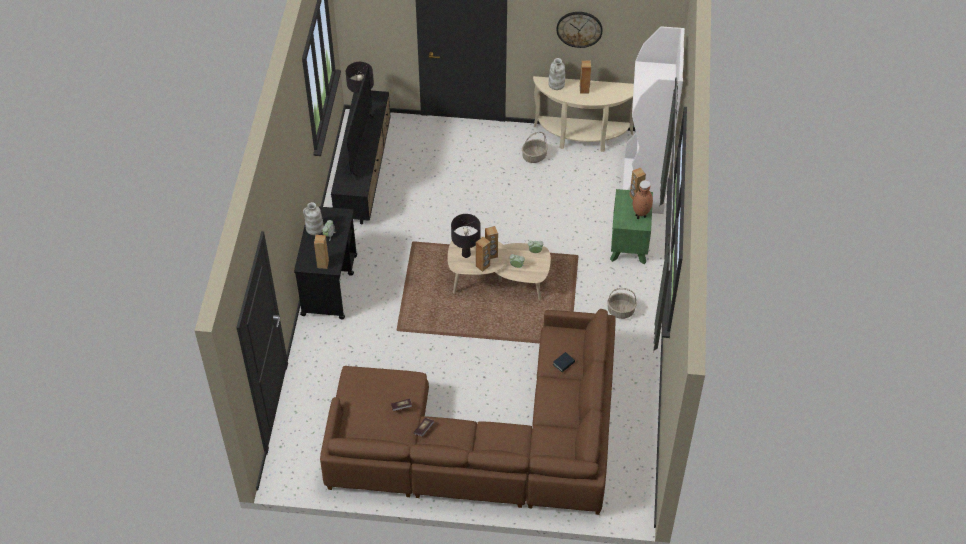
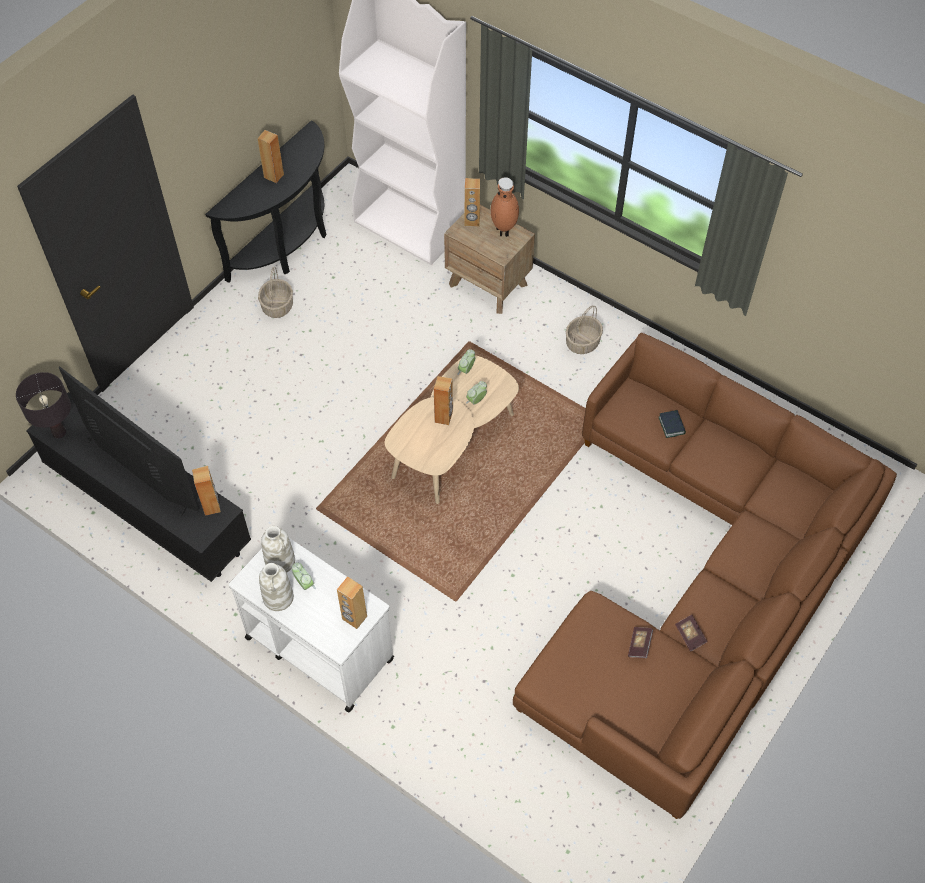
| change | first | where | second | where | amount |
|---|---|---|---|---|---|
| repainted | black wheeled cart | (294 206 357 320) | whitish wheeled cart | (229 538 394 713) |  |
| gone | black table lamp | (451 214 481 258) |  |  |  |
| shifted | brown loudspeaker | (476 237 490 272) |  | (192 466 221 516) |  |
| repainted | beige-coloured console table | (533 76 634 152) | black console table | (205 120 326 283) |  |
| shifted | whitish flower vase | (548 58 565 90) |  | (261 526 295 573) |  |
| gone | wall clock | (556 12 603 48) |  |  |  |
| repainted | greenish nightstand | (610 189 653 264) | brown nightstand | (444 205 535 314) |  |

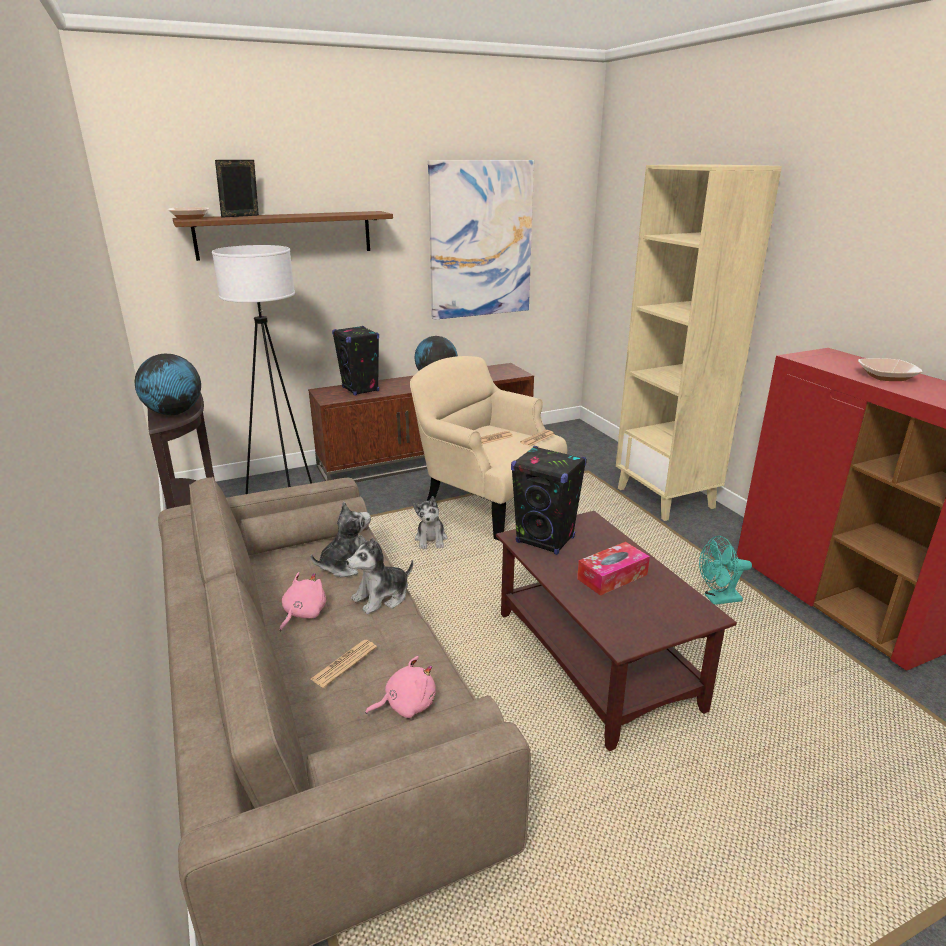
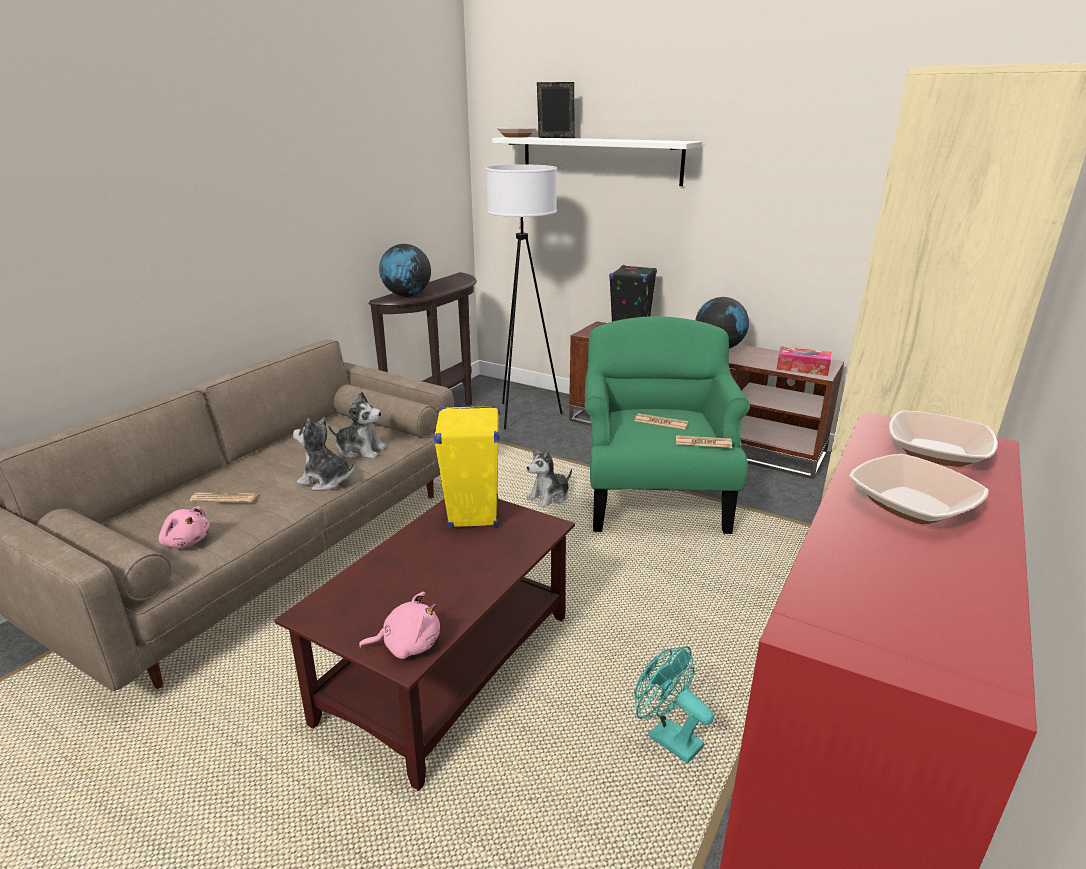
| change | first | where | second | where | amount |
|---|---|---|---|---|---|
| repainted | brown bracket shelf | (172 211 393 261) | whitish bracket shelf | (492 137 702 186) |  |
| shifted | pink cuddly toy | (280 572 326 632) |  | (359 592 440 659) |  |
| repainted | beige-coloured lounge chair | (410 356 567 541) | greenish lounge chair | (584 316 750 534) |  |
| gone | wall picture | (428 160 534 320) |  |  |  |
| repainted | black loudspeaker | (511 446 587 555) | yellow loudspeaker | (433 405 500 528) |  |
| shifted | tissue holder | (577 542 650 596) |  | (776 346 831 376) |  |
| new |  |  | serving bowl | (889 411 998 467) |  |

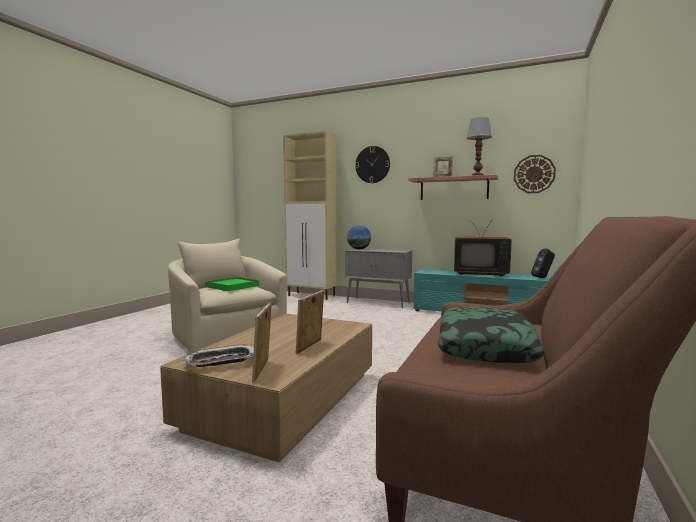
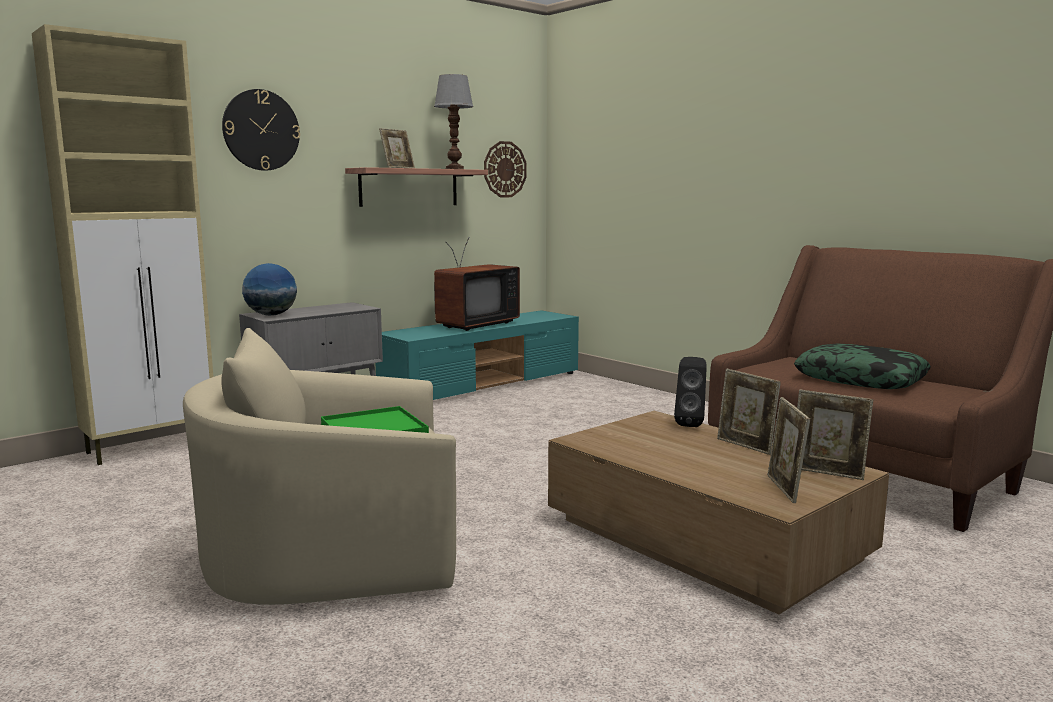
| change | first | where | second | where | amount |
|---|---|---|---|---|---|
| swapped | tray | (183 344 254 367) | photo frame | (767 397 810 503) |  |
| shifted | black loudspeaker | (531 248 555 278) |  | (674 357 707 427) |  |

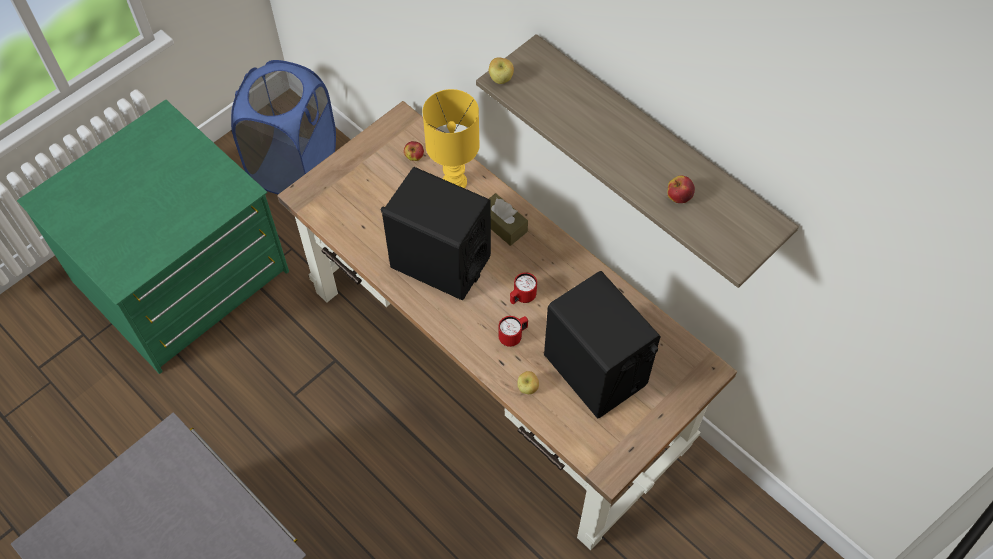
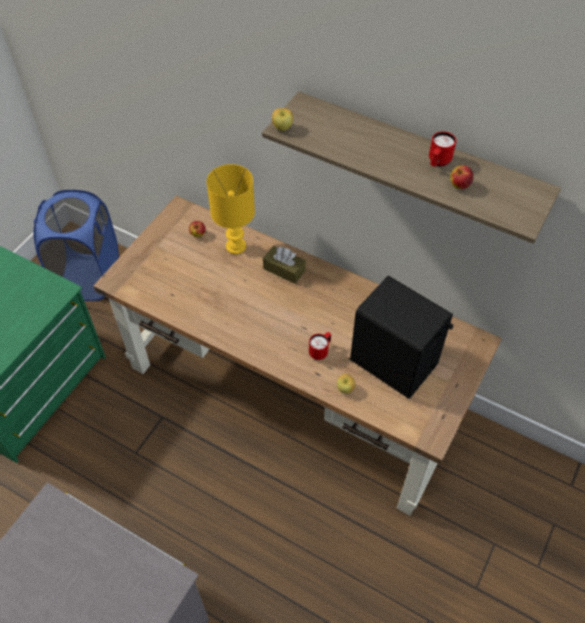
| change | first | where | second | where | amount |
|---|---|---|---|---|---|
| gone | black loudspeaker | (381 167 491 300) |  |  |  |
| shifted | reddish coffee mug | (510 272 537 304) |  | (429 132 456 167) |  |

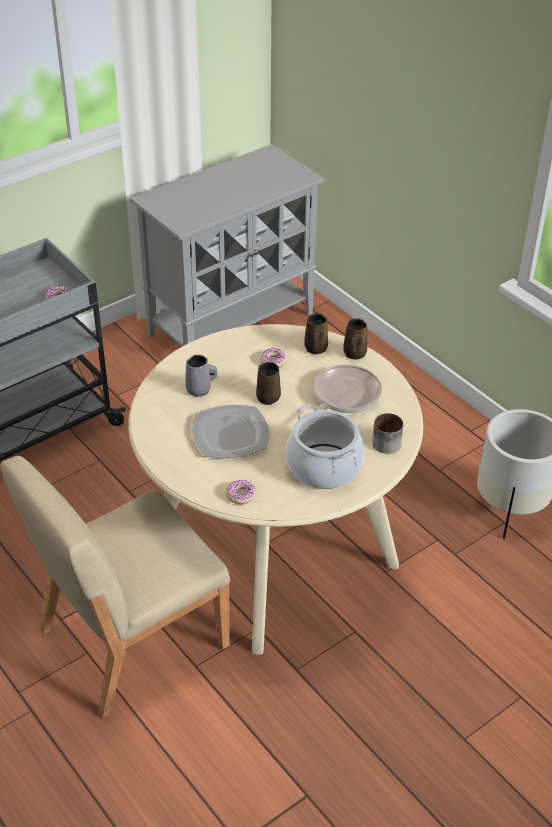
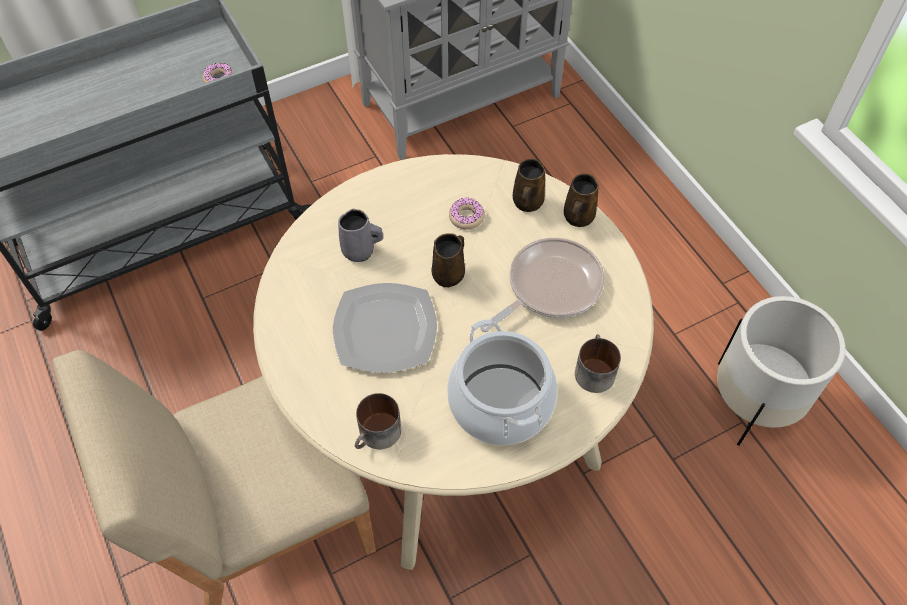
| change | first | where | second | where | amount |
|---|---|---|---|---|---|
| swapped | ring doughnut | (226 480 256 504) | coffee mug | (355 393 401 449) |  |

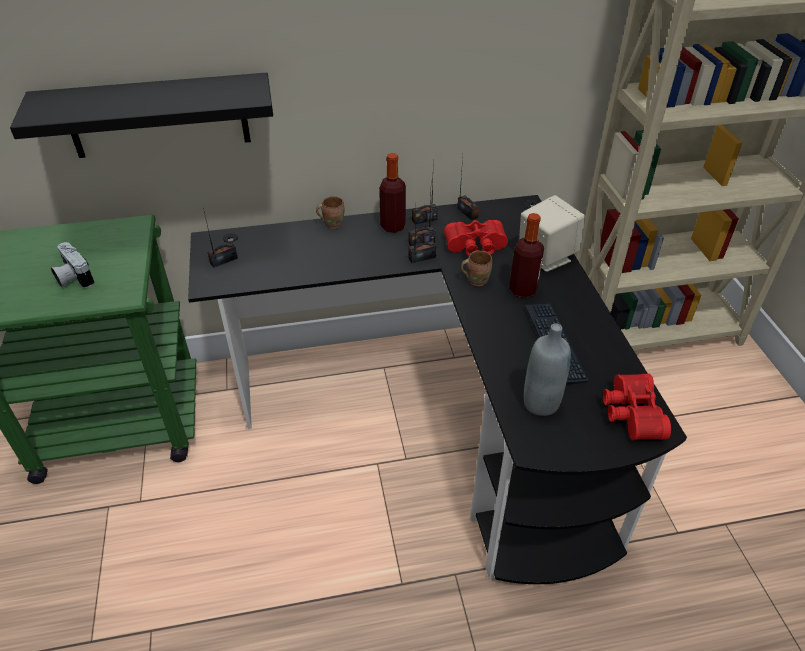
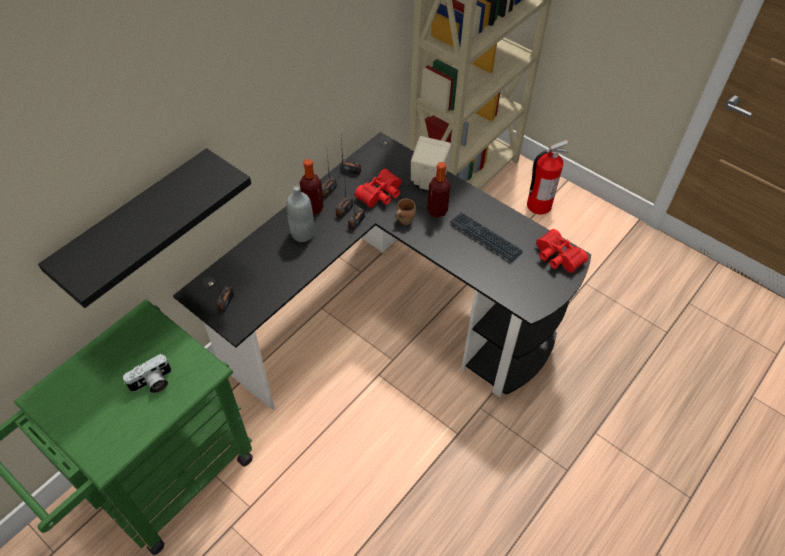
| change | first | where | second | where | amount |
|---|---|---|---|---|---|
| rotated | still camera | (51 242 95 288) |  | (123 354 171 393) | 45 degrees counterclockwise |
| gone | brown coffee mug | (316 196 344 229) |  |  |  |
| shifted | greyish bottle | (524 323 571 416) |  | (286 186 314 242) |  |
| new |  |  | extinguisher | (527 140 569 215) |  |

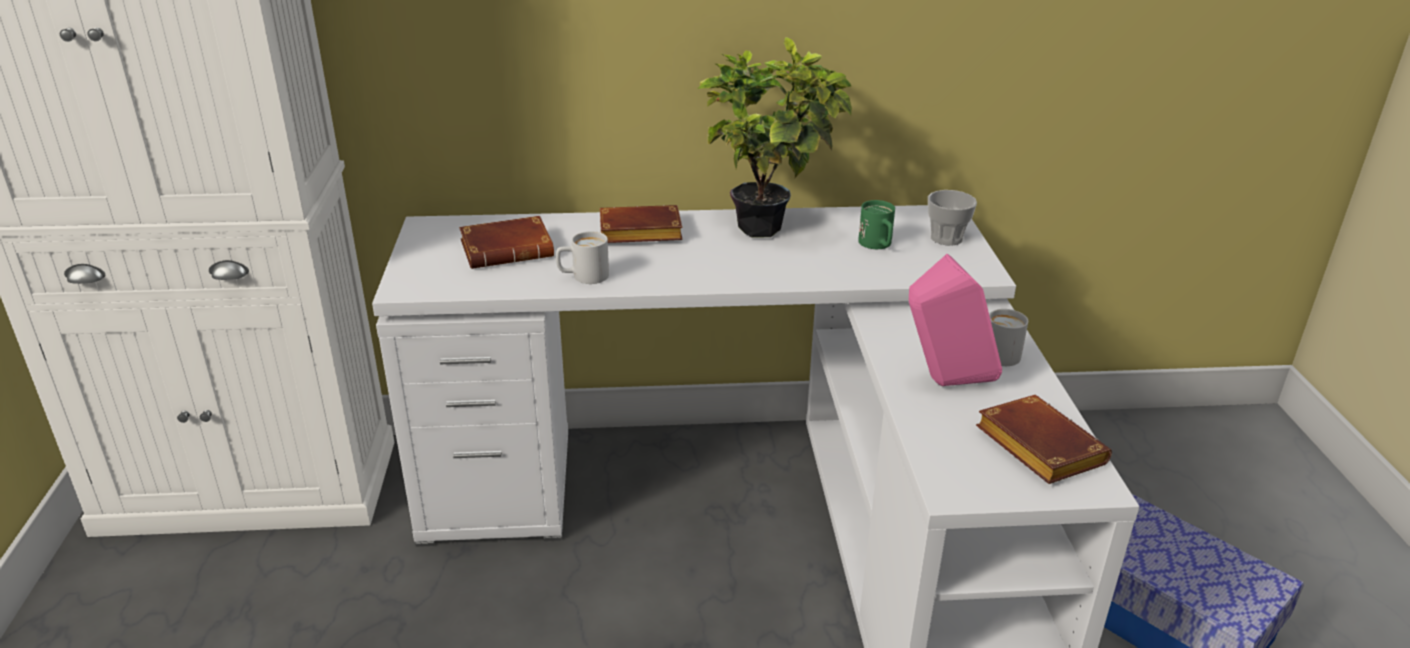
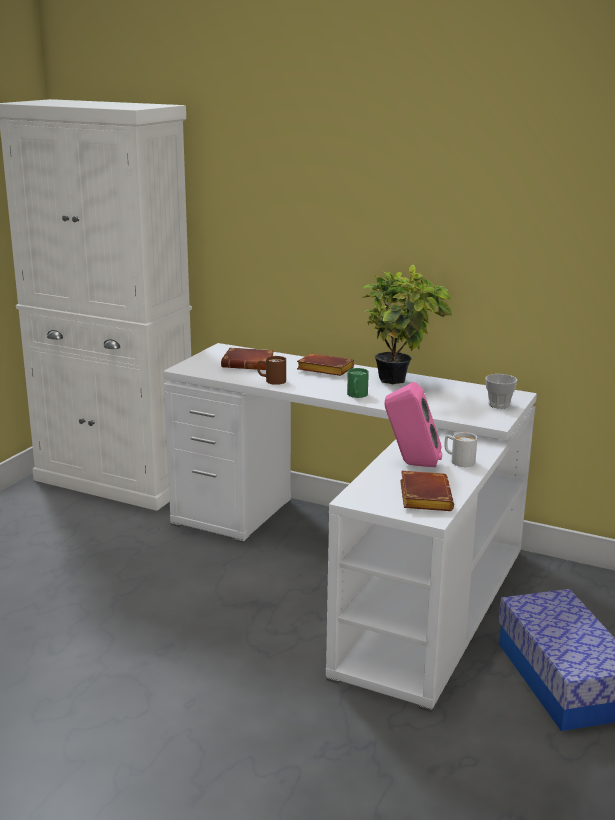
| change | first | where | second | where | amount |
|---|---|---|---|---|---|
| repainted | whitish coffee mug | (556 231 609 284) | brown coffee mug | (257 356 286 385) |  |
| shifted | greenish coffee mug | (858 200 895 249) |  | (347 368 369 398) |  |

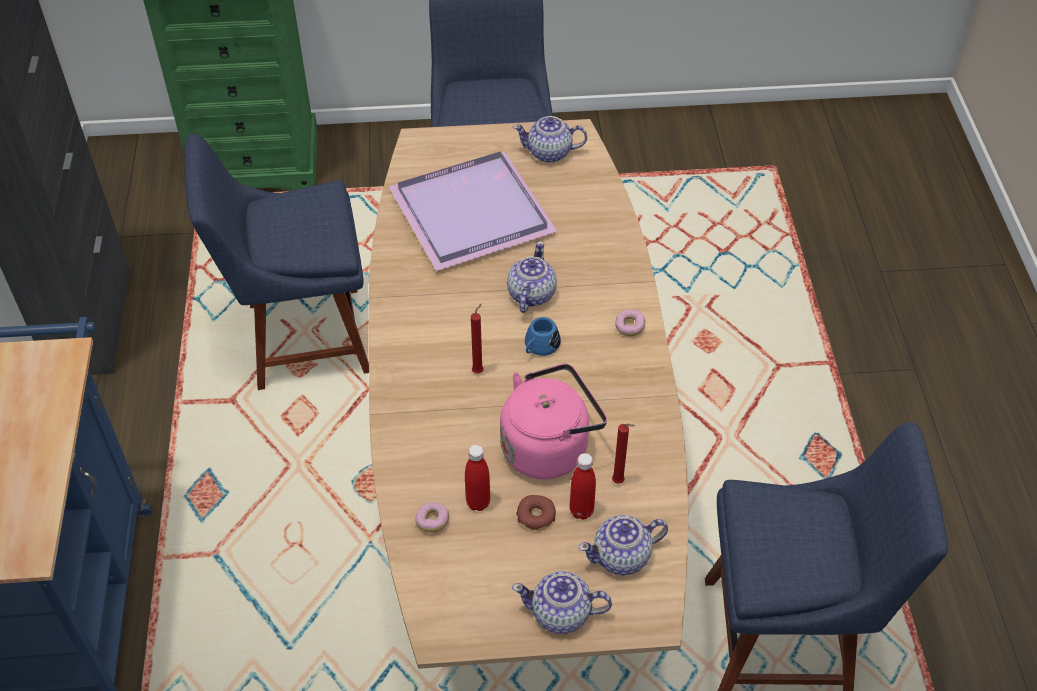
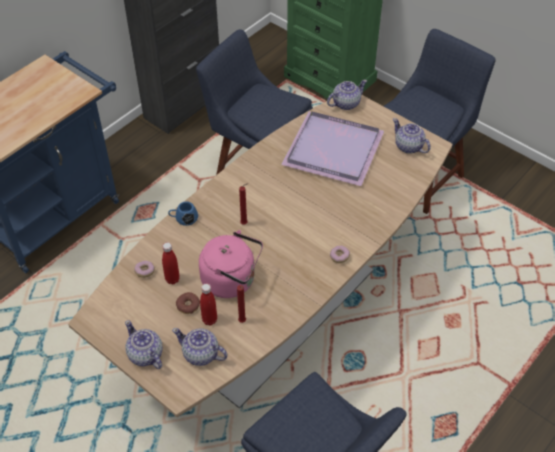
| change | first | where | second | where | amount |
|---|---|---|---|---|---|
| shifted | tea pot | (507 241 557 313) |  | (327 79 367 110) |  |
| shifted | blue coffee mug | (525 317 561 356) |  | (168 201 198 226) |  |

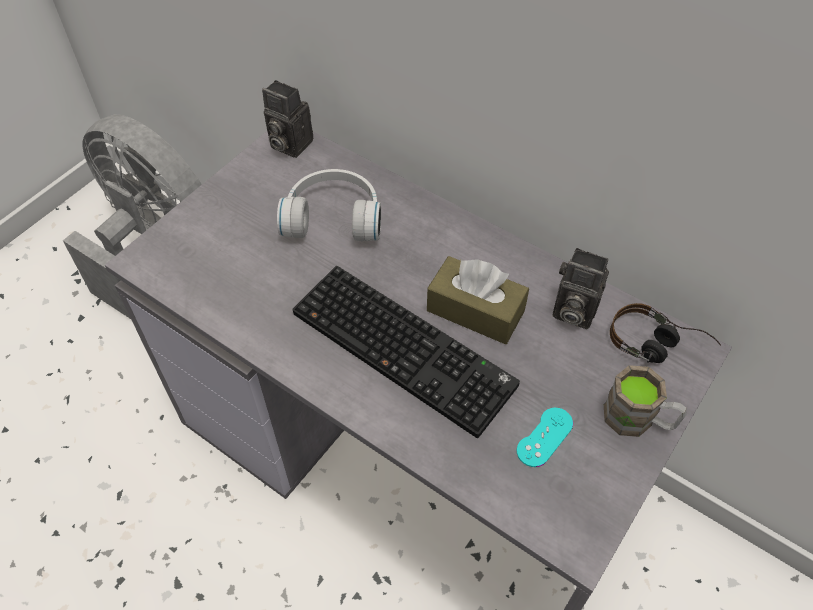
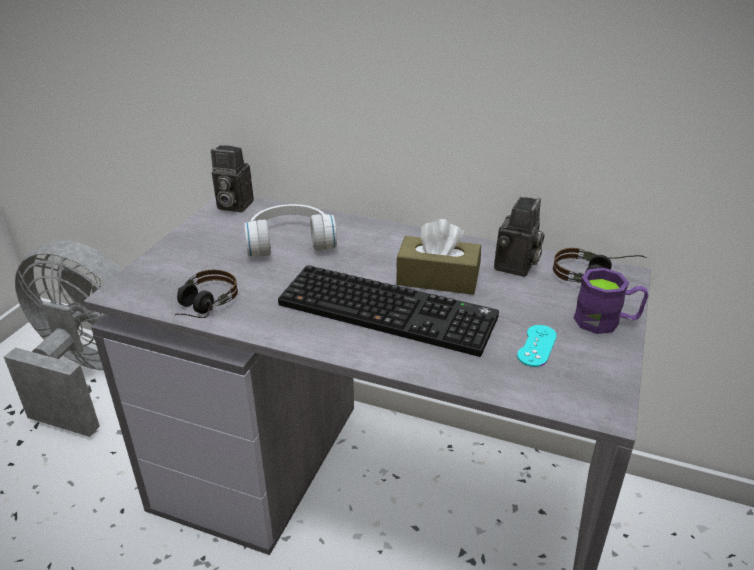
| change | first | where | second | where | amount |
|---|---|---|---|---|---|
| rotated | still camera | (553 248 609 329) |  | (494 197 544 277) | 75 degrees counterclockwise |
| repainted | brown coffee mug | (604 365 687 437) | purple coffee mug | (573 268 648 334) |  |
| new |  |  | pair of headphones | (175 270 238 318) |  |

